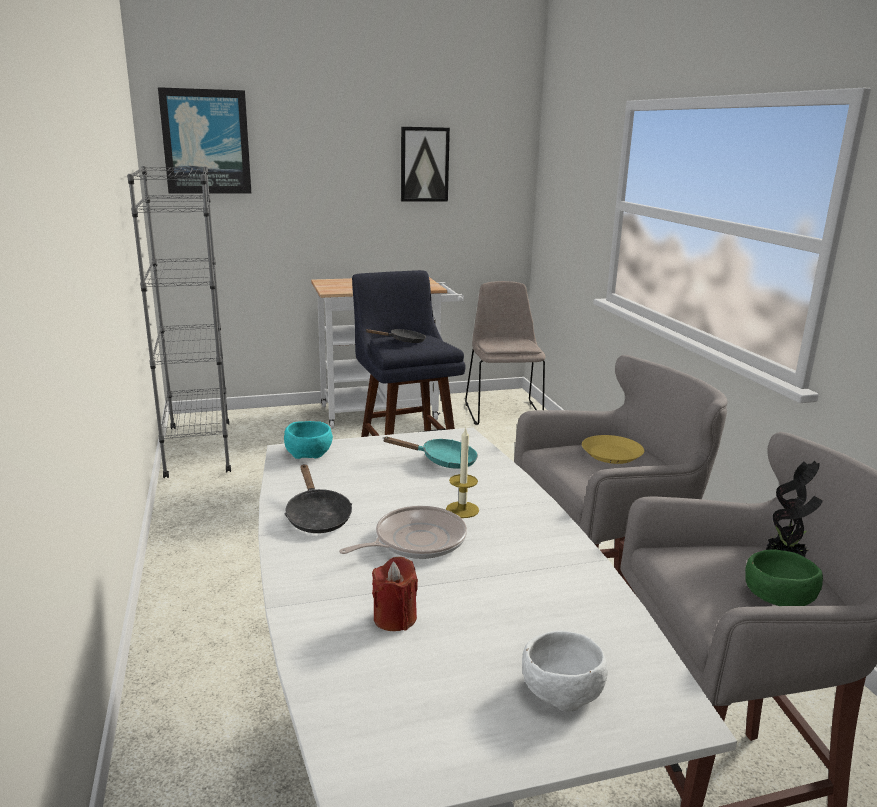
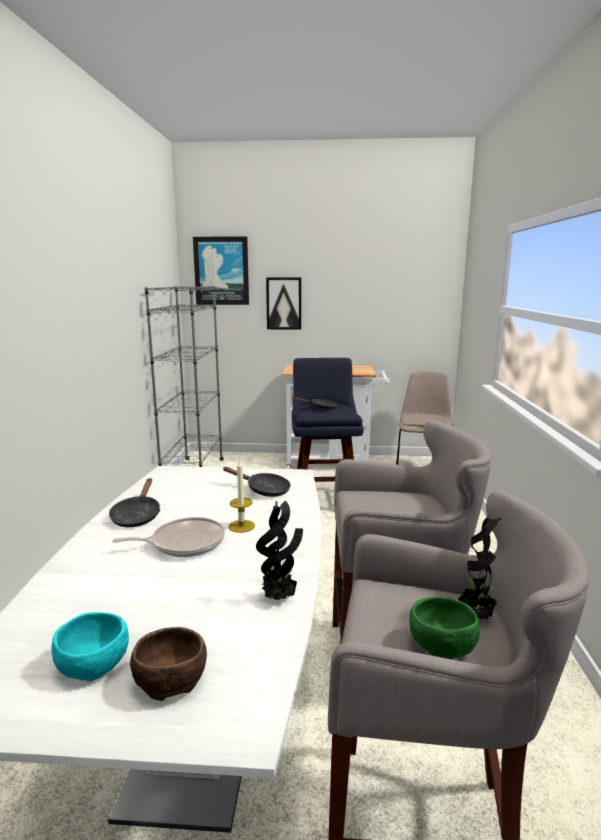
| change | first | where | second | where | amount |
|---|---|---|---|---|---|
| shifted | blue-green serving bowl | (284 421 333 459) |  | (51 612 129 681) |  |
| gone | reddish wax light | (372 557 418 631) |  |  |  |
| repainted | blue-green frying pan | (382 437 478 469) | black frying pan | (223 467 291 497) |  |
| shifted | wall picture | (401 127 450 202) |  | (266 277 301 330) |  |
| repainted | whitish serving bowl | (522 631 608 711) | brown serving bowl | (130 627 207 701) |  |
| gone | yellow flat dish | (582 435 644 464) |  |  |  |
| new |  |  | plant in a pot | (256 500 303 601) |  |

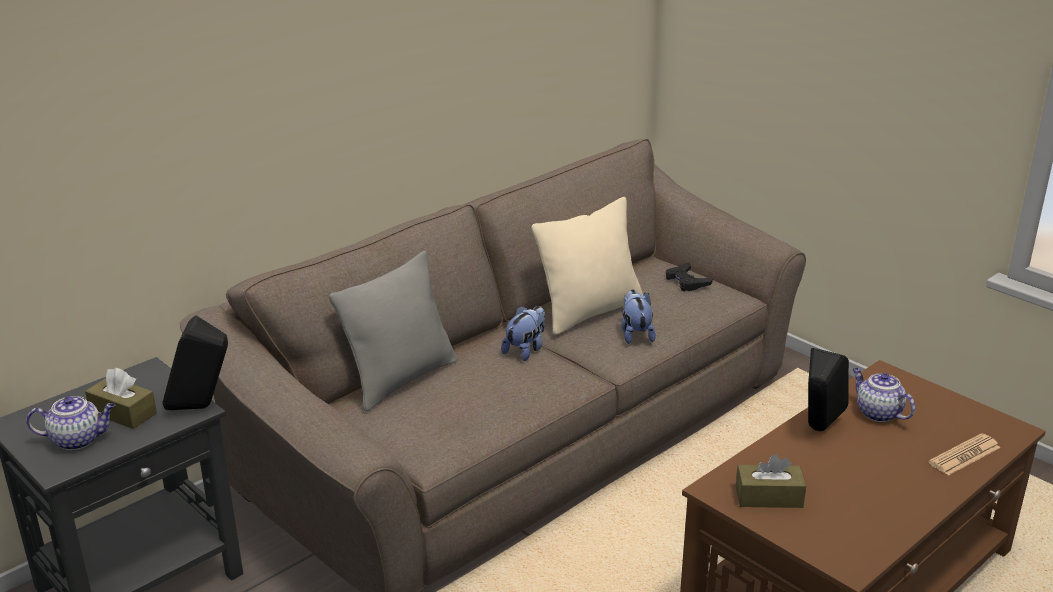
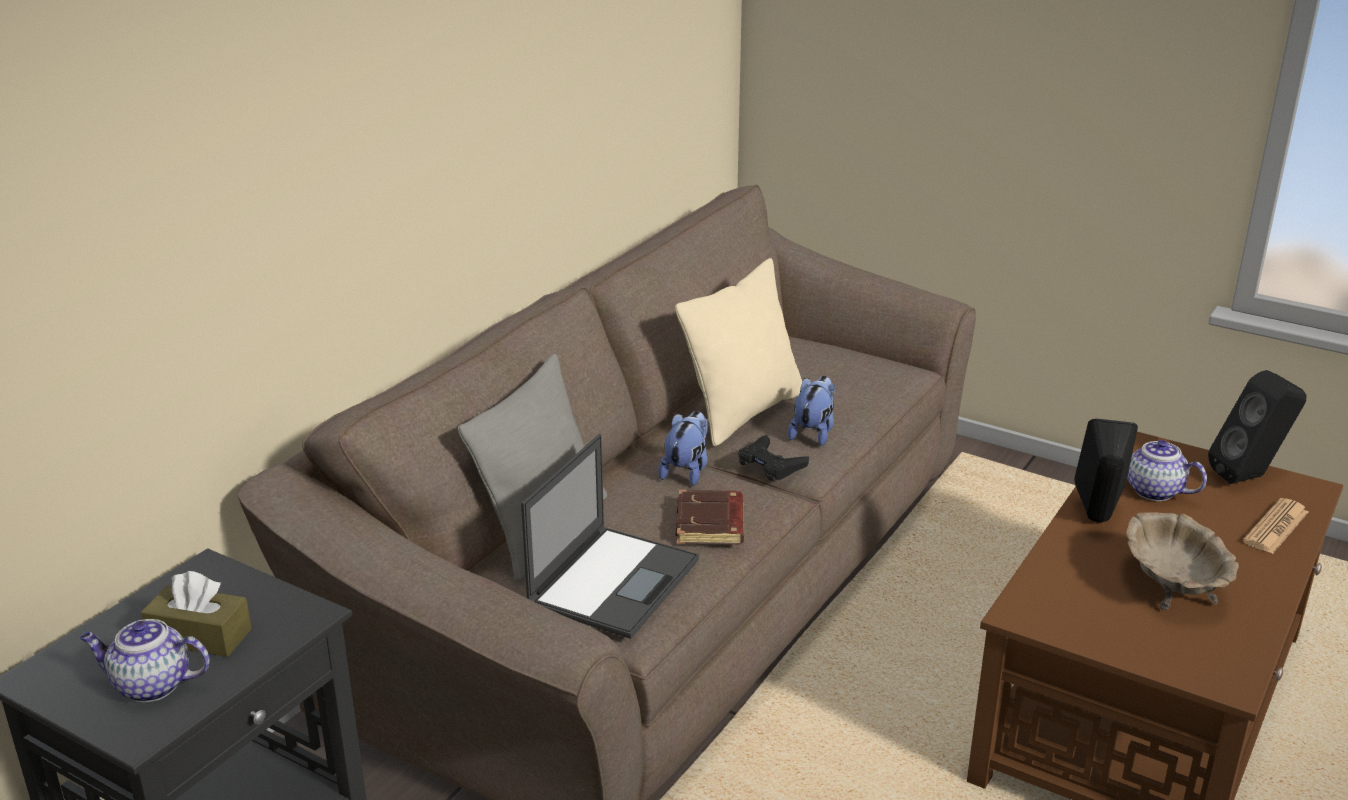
| change | first | where | second | where | amount |
|---|---|---|---|---|---|
| rotated | tea pot | (26 396 115 450) |  | (80 619 210 702) | 150 degrees counterclockwise |
| shifted | black loudspeaker | (163 315 228 410) |  | (1208 370 1306 484) |  |
| rotated | cuddly toy | (621 289 656 344) |  | (788 376 835 446) | 45 degrees clockwise |
| shifted | black joypad | (666 262 713 292) |  | (738 435 809 481) |  |
| gone | brown tissue holder | (736 454 806 508) |  |  |  |
| new |  |  | portable computer | (521 434 699 639) |  |
| new |  |  | brown bound book | (675 490 744 545) |  |
| new |  |  | beige-coloured serving bowl | (1126 512 1239 610) |  |

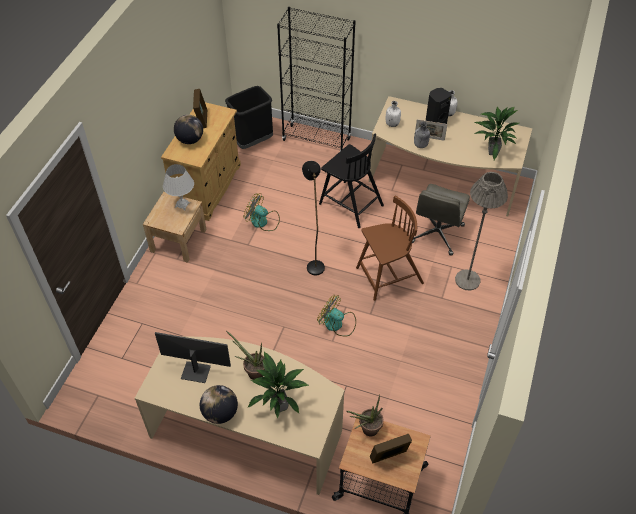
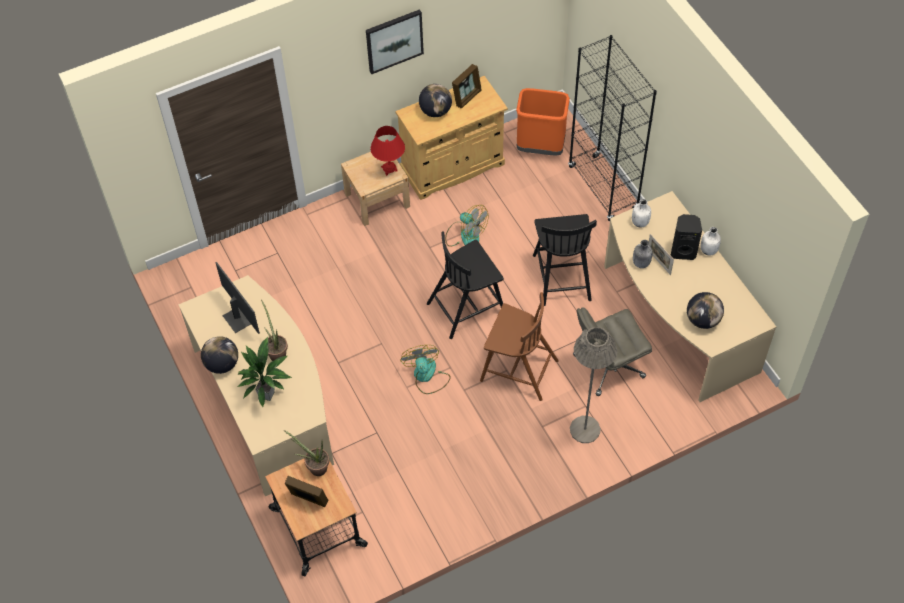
| change | first | where | second | where | amount |
|---|---|---|---|---|---|
| repainted | whitish table lamp | (163 164 194 210) | reddish table lamp | (370 126 405 176) |  |
| repainted | black trash can | (225 86 273 149) | orange-coloured trash can | (516 88 570 155) |  |
| rotated | electric fan | (244 193 280 231) |  | (445 205 489 247) | 150 degrees clockwise |
| swapped | black floor lamp | (302 161 325 275) | black upright chair | (427 231 504 339) |  |
| swapped | plant in a pot | (474 106 519 160) | desk globe | (687 292 724 329) |  |
| new |  |  | wall picture | (366 9 424 74) |  |

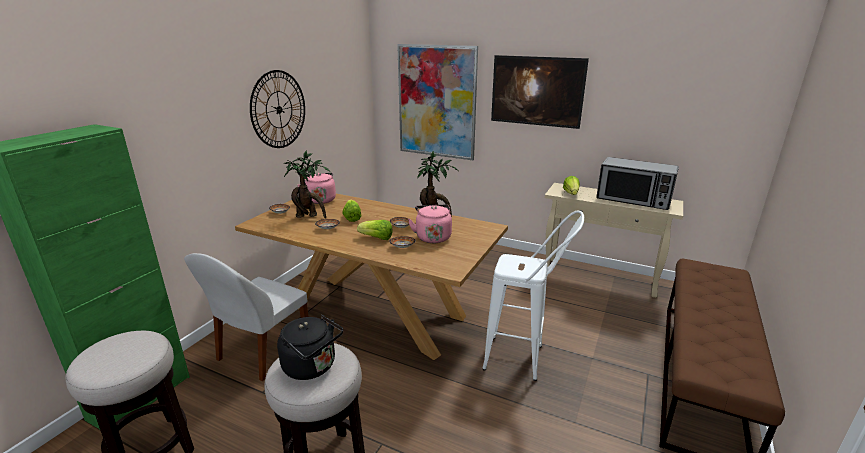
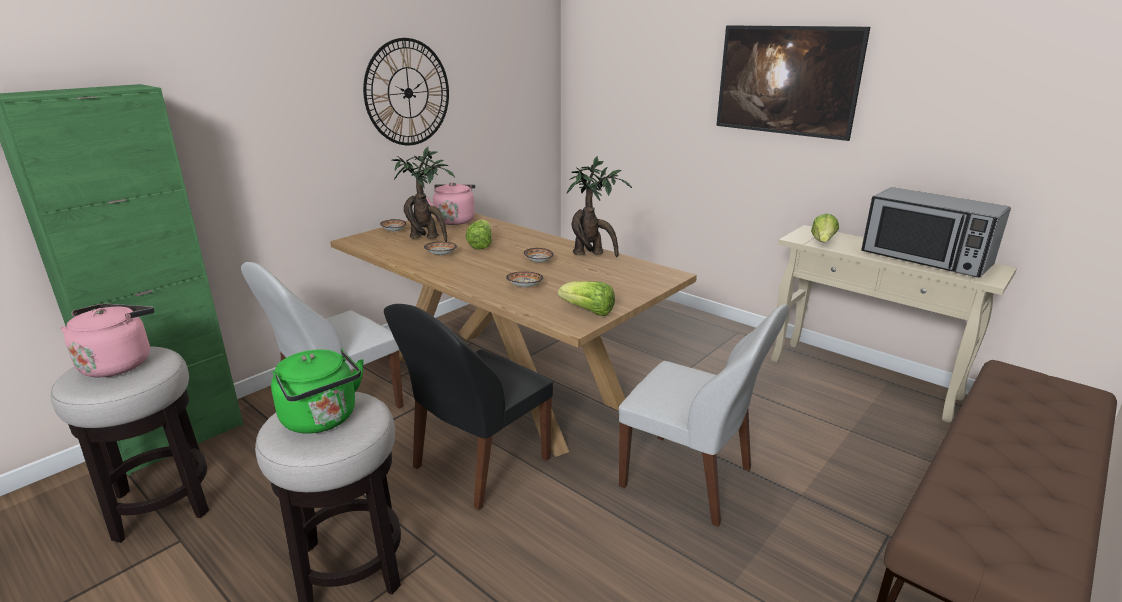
| change | first | where | second | where | amount |
|---|---|---|---|---|---|
| repainted | black tea kettle | (277 315 343 380) | greenish tea kettle | (271 348 364 434) |  |
| shifted | lettuce head | (357 220 393 240) |  | (558 281 615 316) |  |
| gone | wall picture | (397 44 478 160) |  |  |  |
| shifted | pink tea kettle | (408 204 452 243) |  | (60 304 154 377) |  |
| swapped | whitish stool | (482 211 584 381) | whitish upright chair | (619 304 789 527) |  |
| new |  |  | black upright chair | (384 304 553 510) |  |

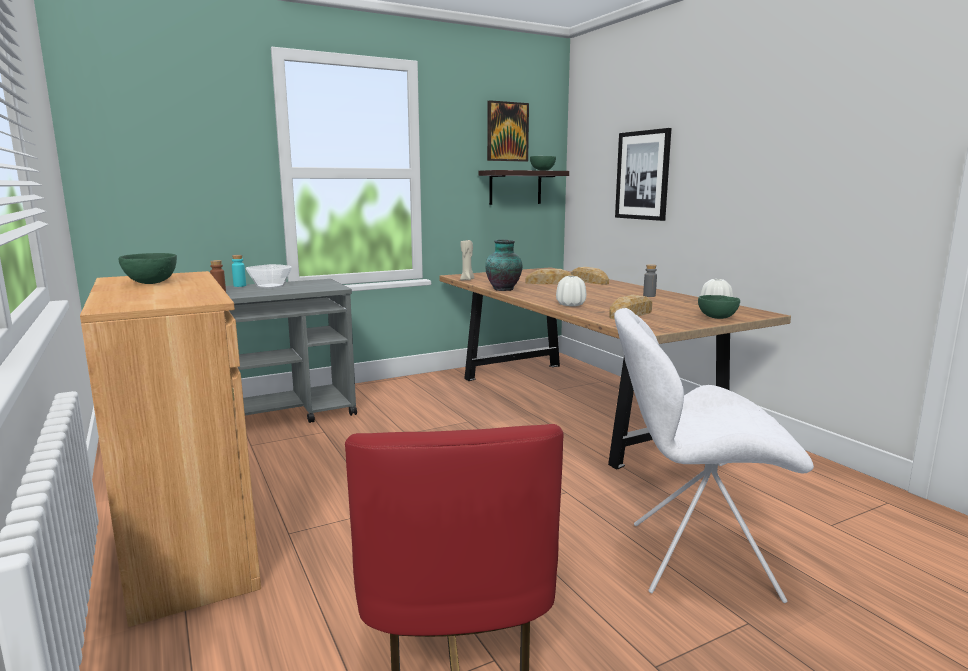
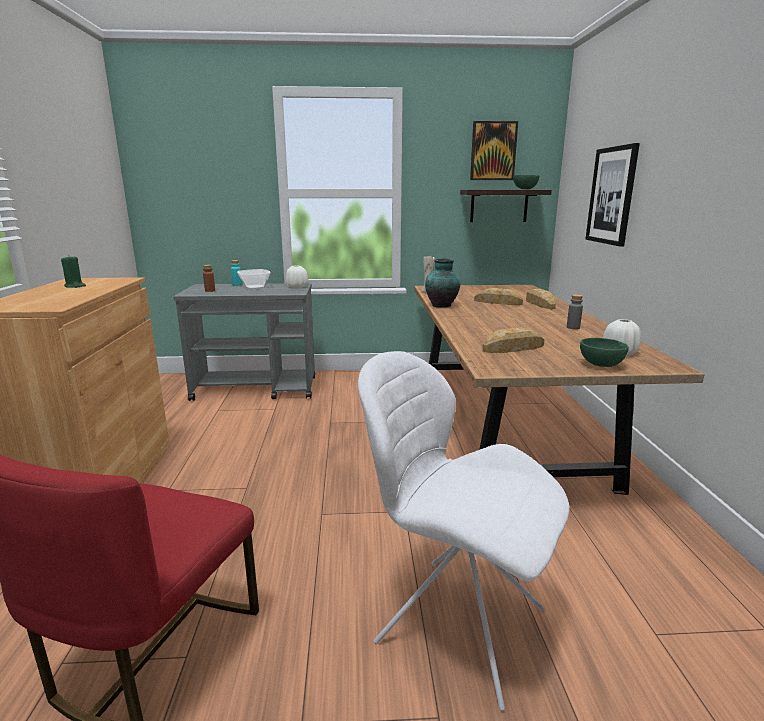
| change | first | where | second | where | amount |
|---|---|---|---|---|---|
| swapped | greenish serving bowl | (118 253 177 284) | greenish wax light | (61 257 86 288) |  |
| shifted | whitish flower vase | (556 276 586 306) |  | (286 265 308 288) |  |

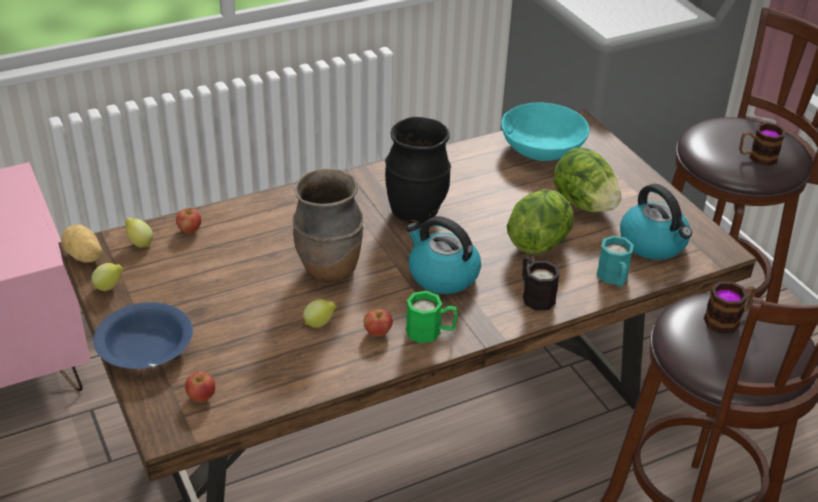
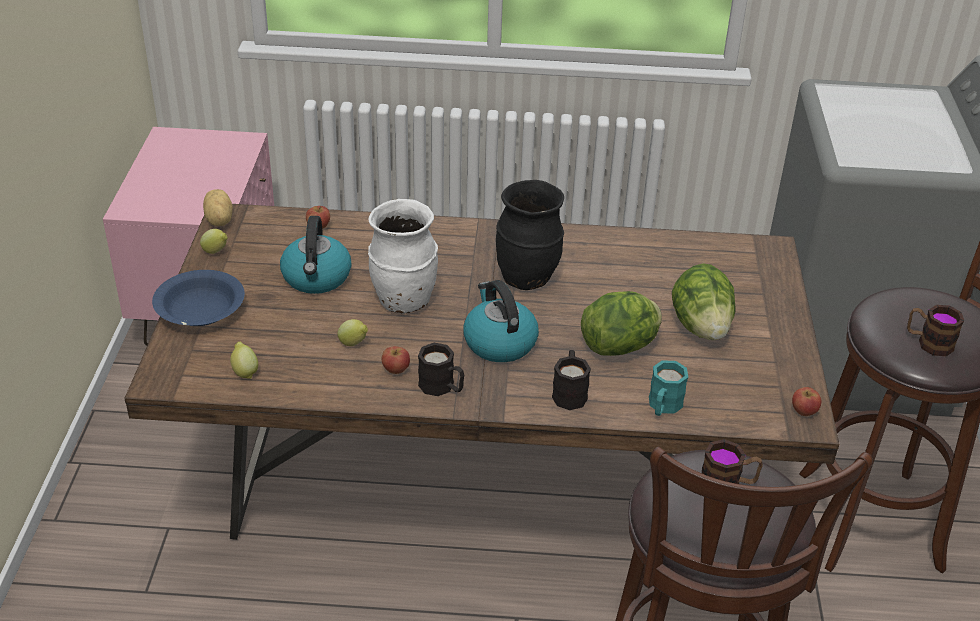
| change | first | where | second | where | amount |
|---|---|---|---|---|---|
| shifted | citrus fruit | (125 218 153 248) |  | (230 342 258 379) |  |
| shifted | apple | (185 372 215 402) |  | (792 387 821 416) |  |
| repainted | brown flower vase | (293 168 363 283) | whitish flower vase | (368 199 438 314) |  |
| repainted | greenish coffee mug | (406 291 458 343) | black coffee mug | (418 343 464 396) |  |
| gone | blue-green serving bowl | (501 102 589 161) |  |  |  |
| shifted | tea kettle | (620 184 692 260) |  | (280 216 351 294) |  |

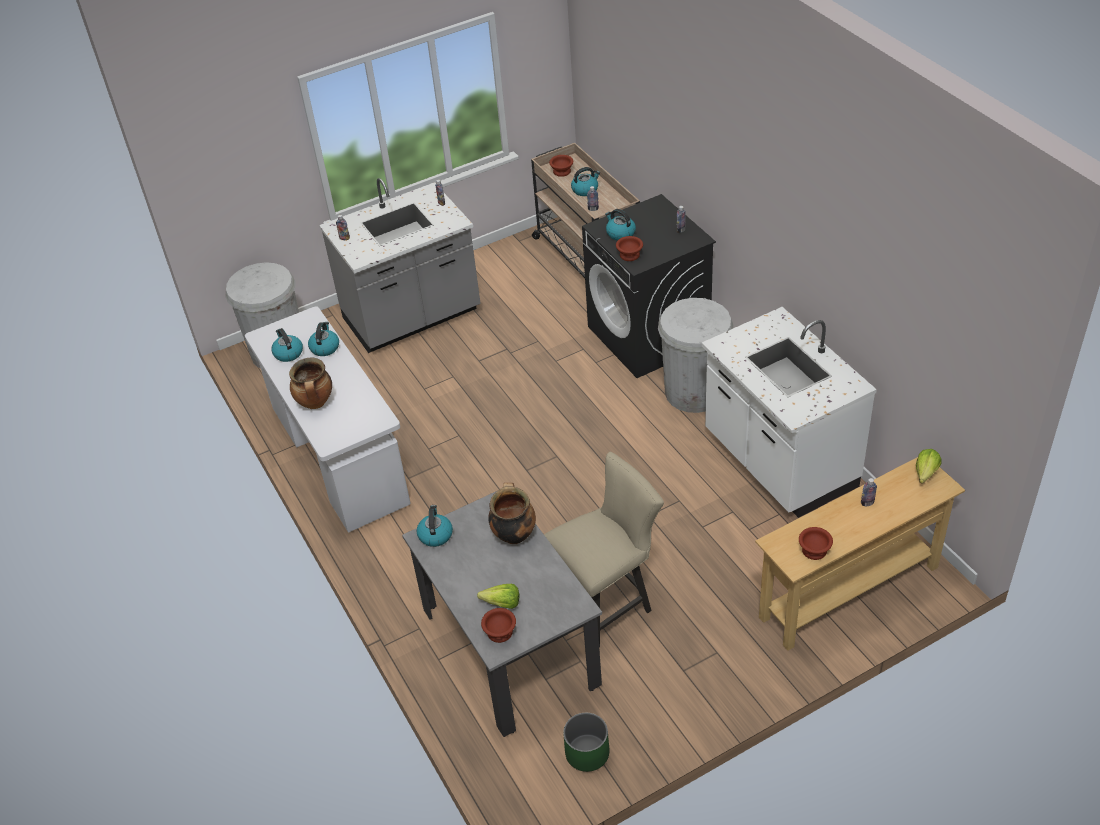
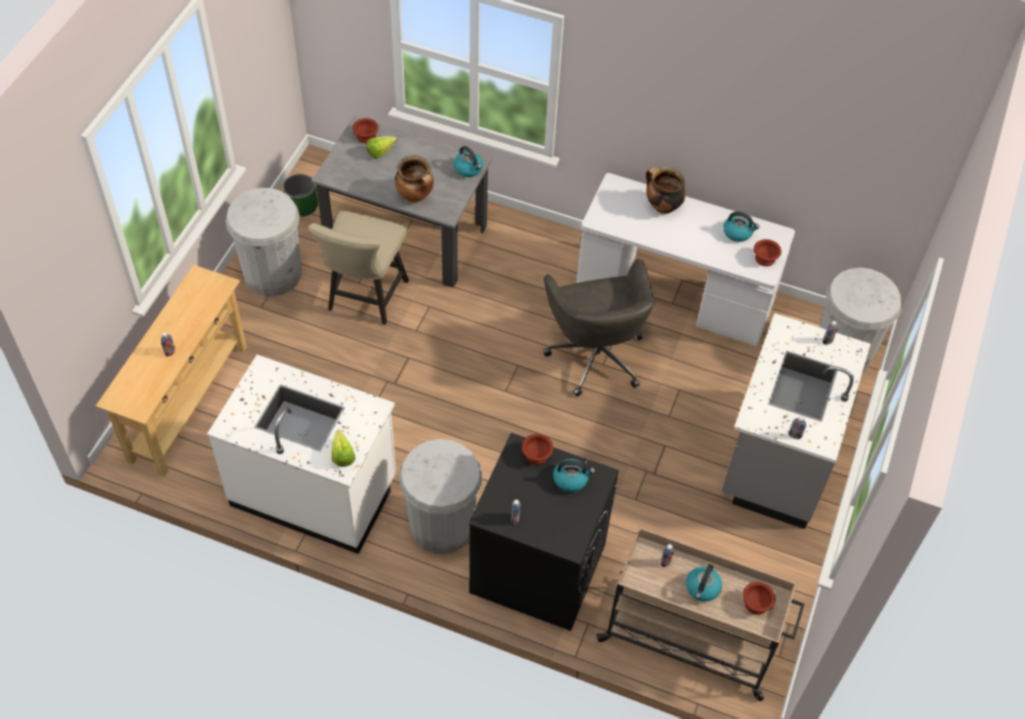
| change | first | where | second | where | amount |
|---|---|---|---|---|---|
| gone | tea kettle | (308 322 339 356) |  |  |  |
| shifted | brown serving bowl | (799 527 833 560) |  | (754 239 781 266) |  |
| shifted | lettuce head | (916 449 942 484) |  | (331 430 355 467) |  |
| new |  |  | whitish trash can | (226 188 302 297) |  |
| new |  |  | greyish office chair | (543 259 654 397) |  |

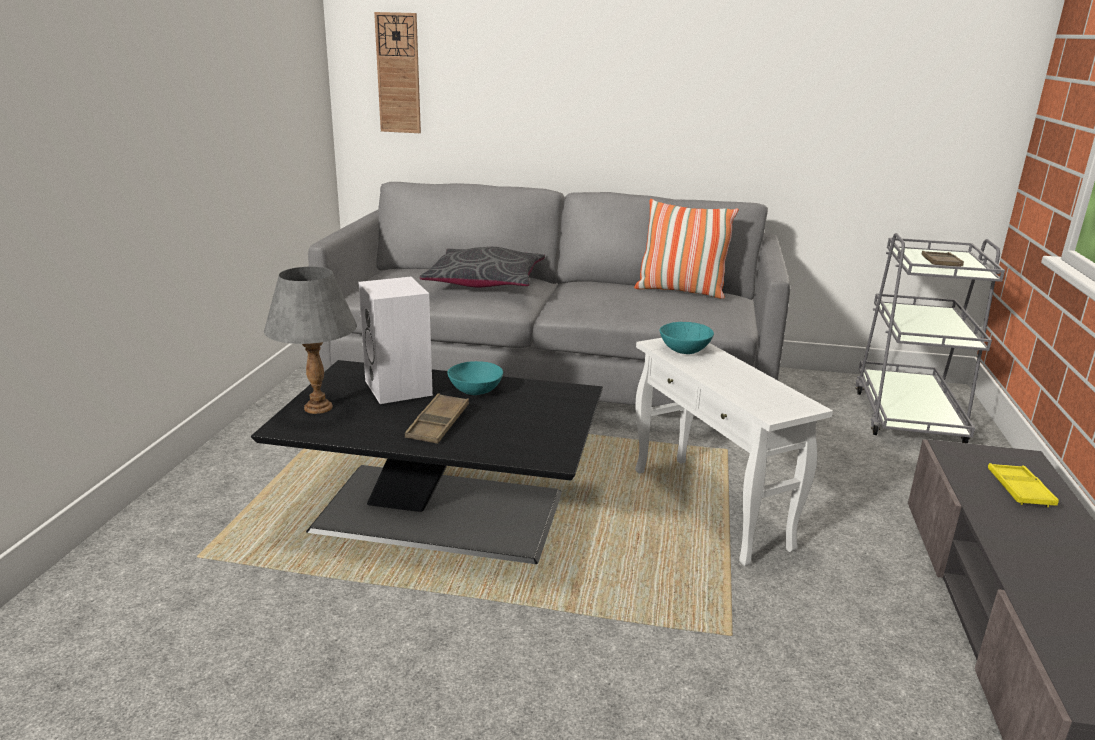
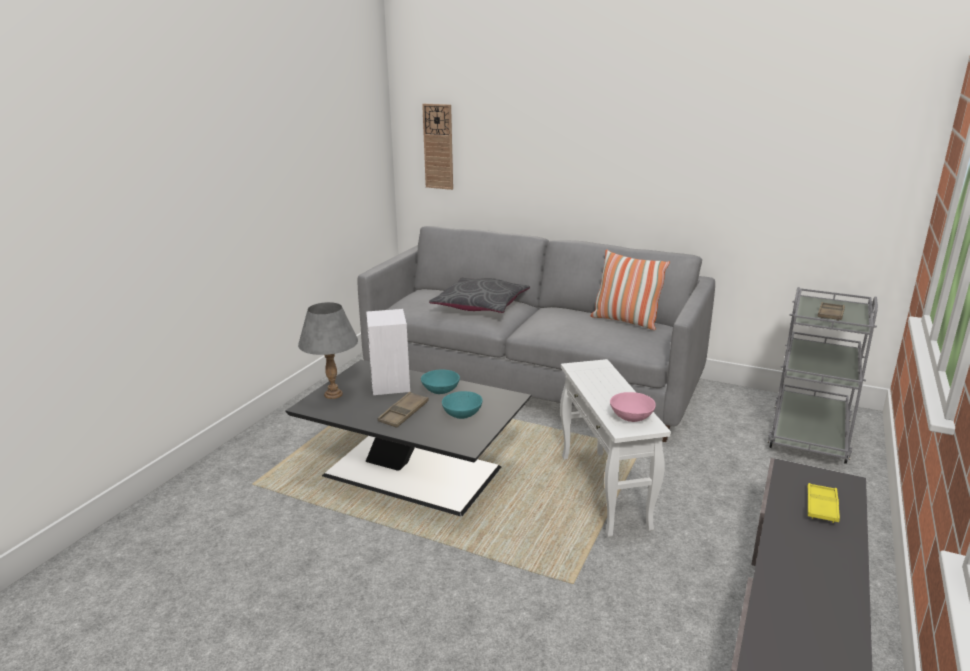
| change | first | where | second | where | amount |
|---|---|---|---|---|---|
| shifted | blue-green serving bowl | (660 322 714 354) |  | (442 391 482 419) |  |
| new |  |  | pink serving bowl | (610 392 656 422) |  |

